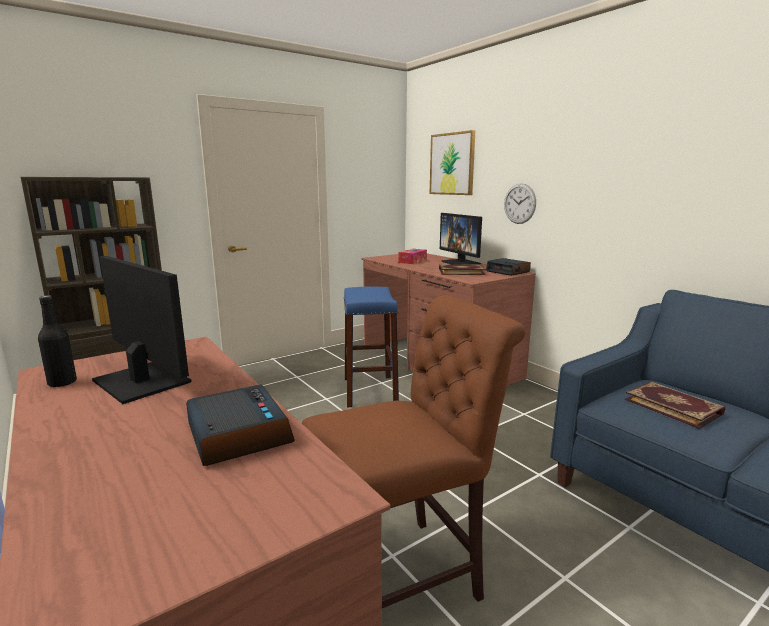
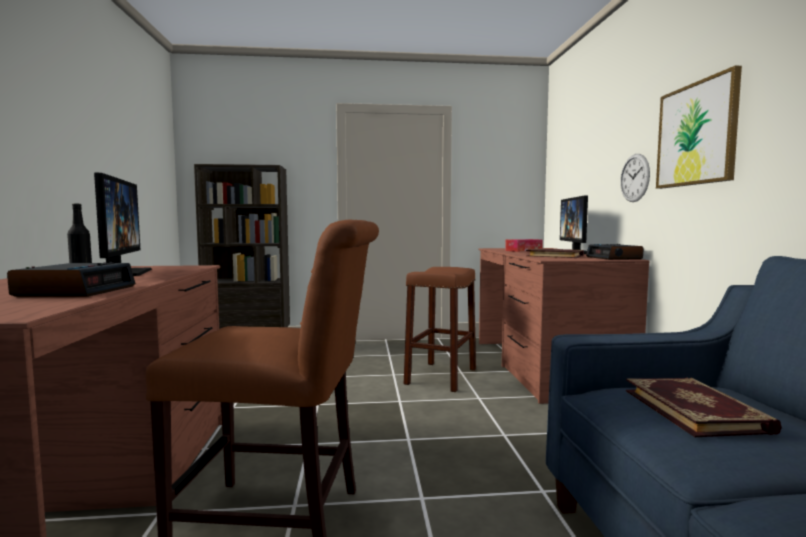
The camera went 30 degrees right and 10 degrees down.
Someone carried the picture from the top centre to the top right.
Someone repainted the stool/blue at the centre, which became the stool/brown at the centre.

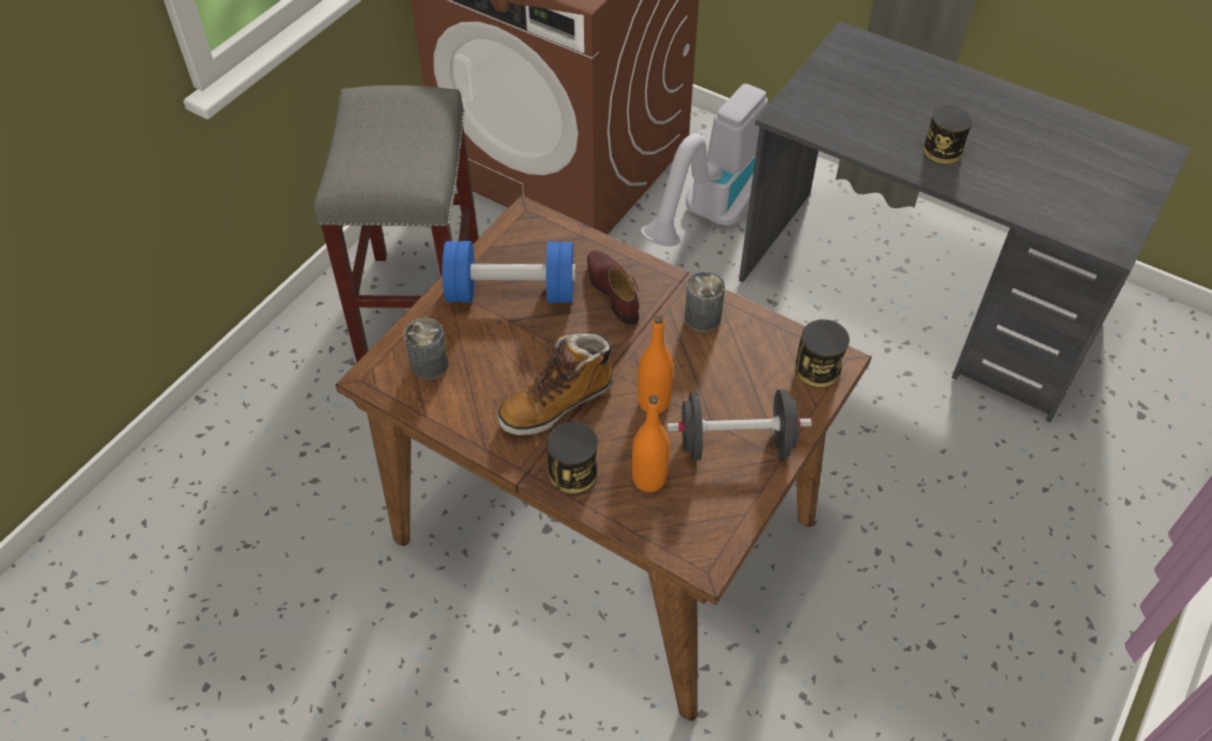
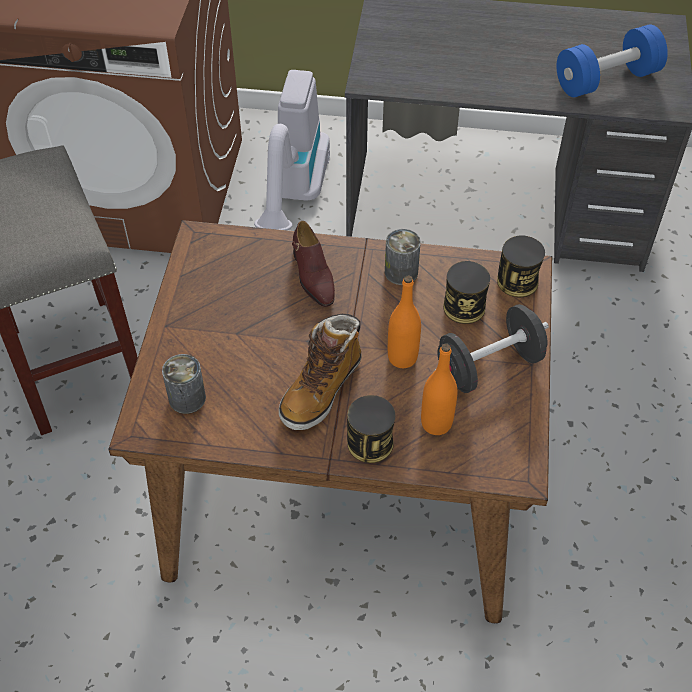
The camera went 25 degrees left and 0 degrees up.
Someone carried the dumbbell/blue from the centre to the top right.
Someone carried the can (no. 5 from left in the first image) from the top right to the middle right.
Someone rotated the shoe/brown at the centre by 150 degrees counterclockwise.

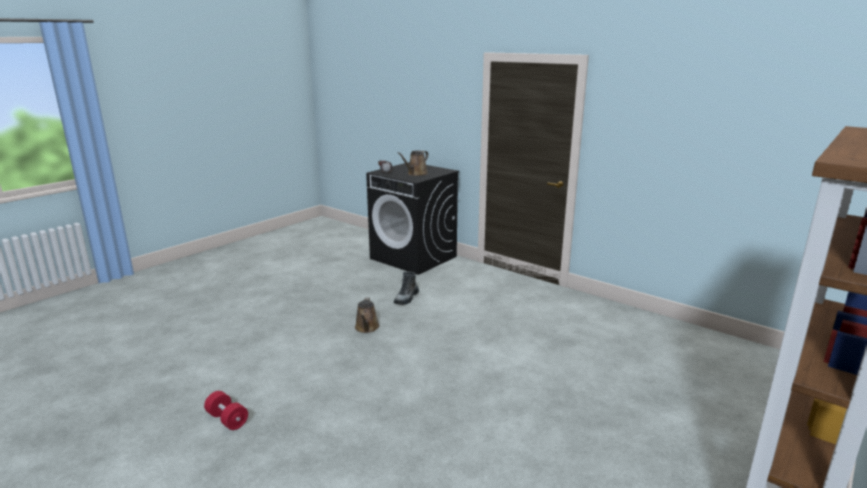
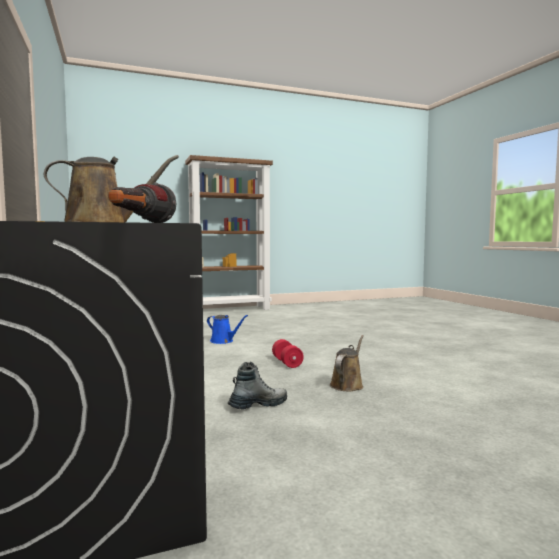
The camera went 150 degrees left and 15 degrees down.
Someone put down the watering can/blue at the centre.
Someone carried the dumbbell/red from the bottom left to the centre.

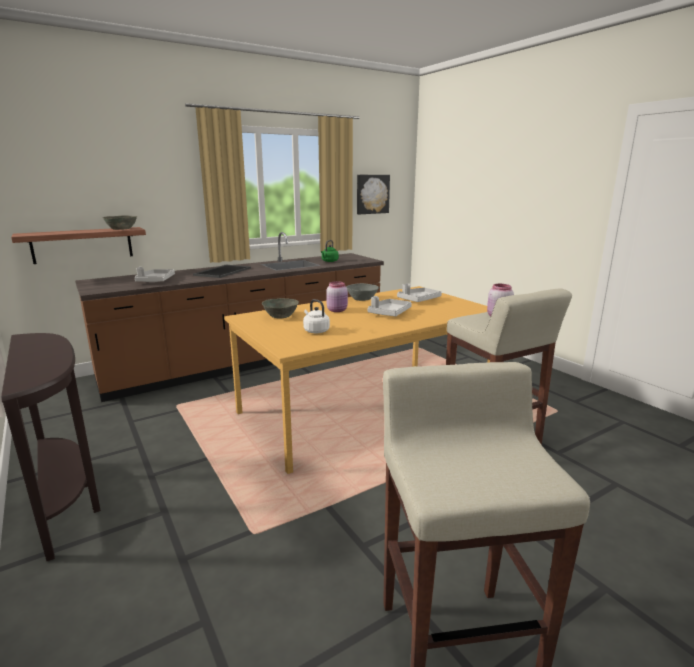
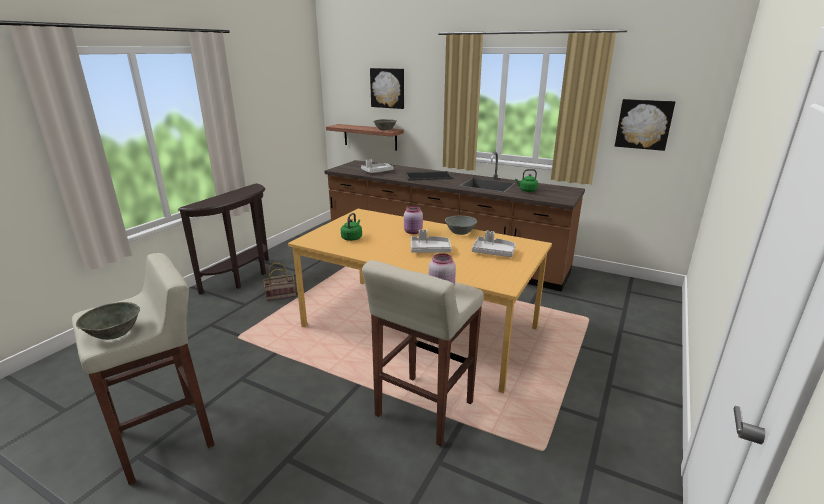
The camera went 60 degrees right and 5 degrees up.
Someone put down the basket at the centre.
Someone put up the picture (no. 1 from left) at the top centre.
Someone carried the bowl/grey (no. 2 from left in the first image) from the centre to the middle left.
Someone repainted the kettle/white at the centre, which became the kettle/green (no. 1 from left) at the centre.

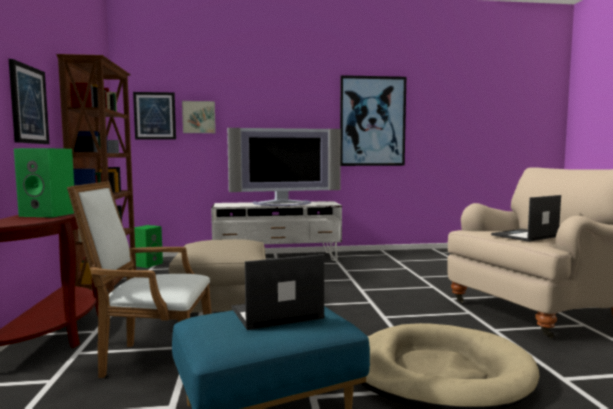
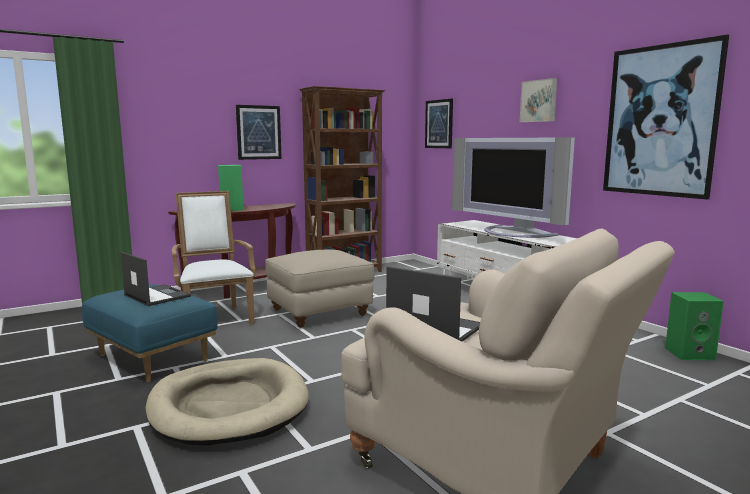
The camera went 65 degrees right and 5 degrees up.
Someone carried the speaker/green (no. 2 from left) from the middle left to the middle right.
Someone carried the picture (no. 3 from left) from the top left to the top right.

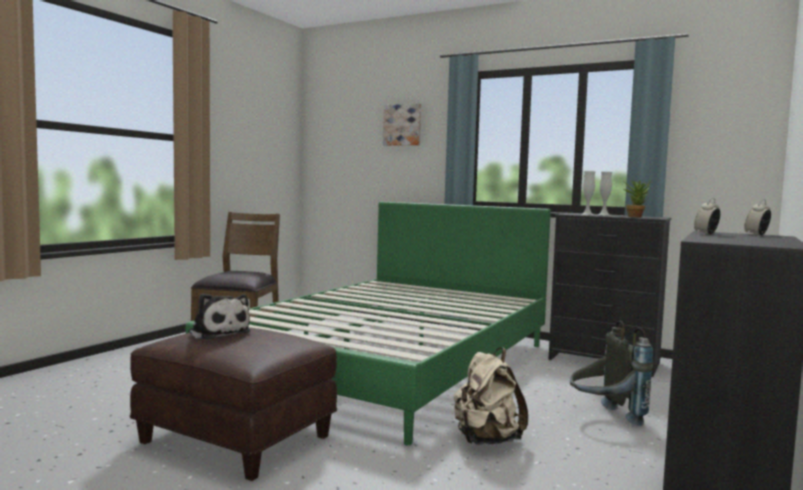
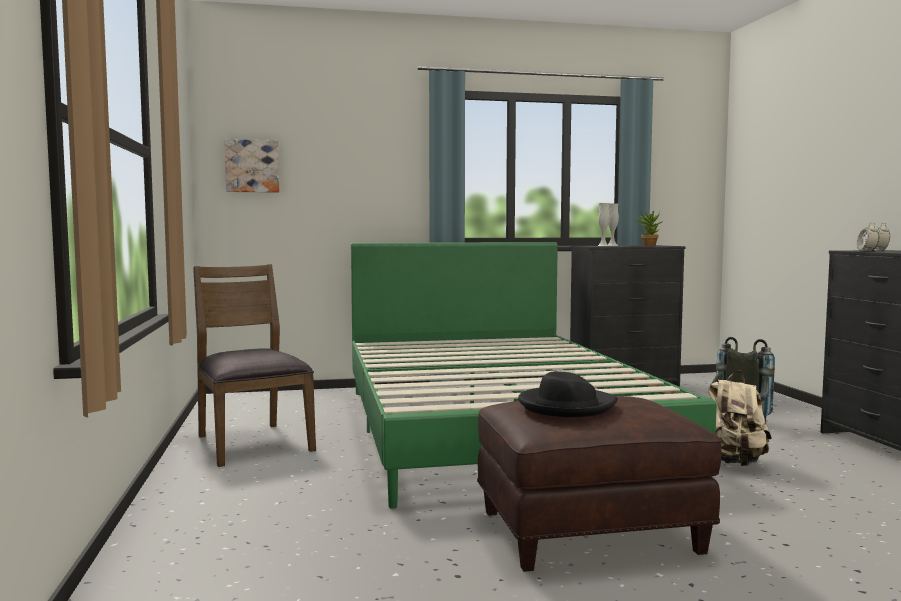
The camera went 40 degrees left and 0 degrees up.
Someone carried the picture from the top centre to the top left.
Someone swapped the plush toy at the middle left for the hat/black at the centre.

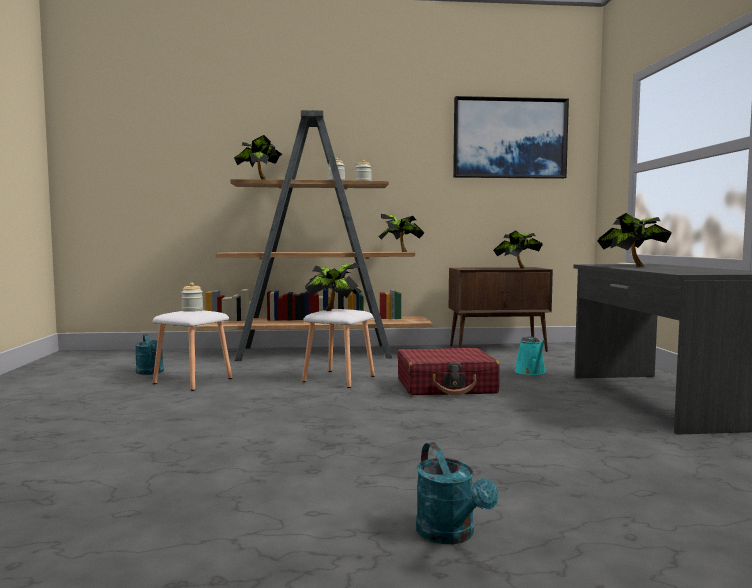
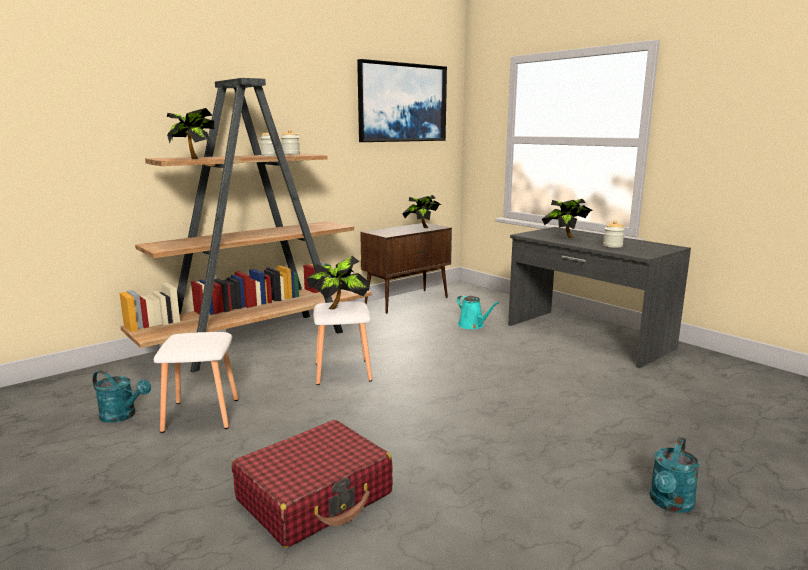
The camera went 35 degrees left and 10 degrees up.
Someone took away the potted plant (no. 3 from left) at the centre.
Someone carried the jar (no. 1 from left in the first image) from the middle left to the middle right.
Someone carried the suitcase/red from the centre to the bottom centre.
Someone rotated the watering can/turquoise (no. 2 from left in the first image) at the bottom centre by 90 degrees clockwise.

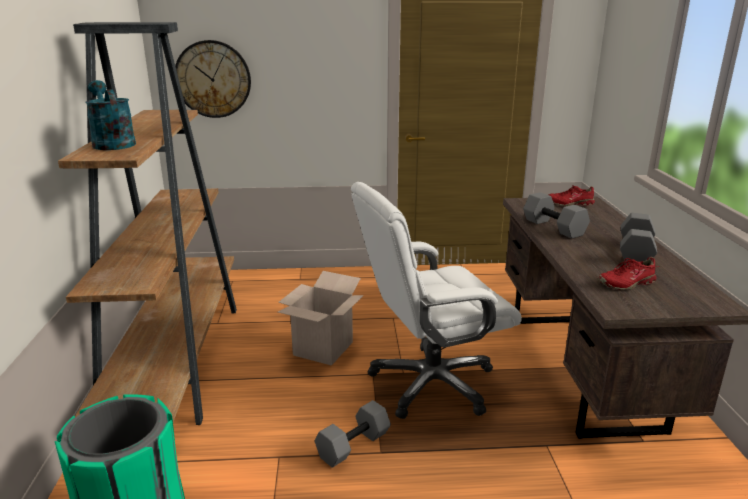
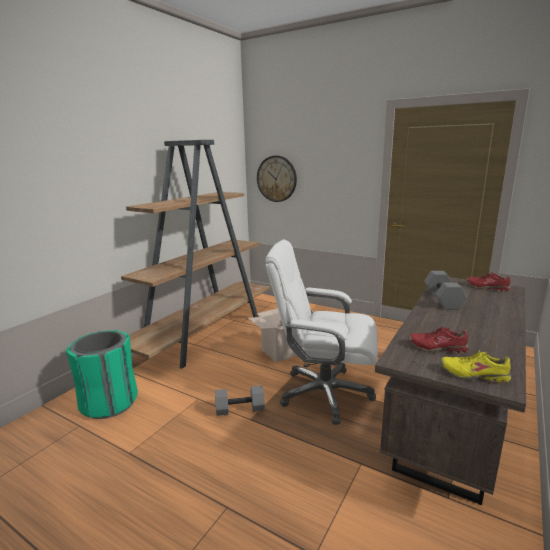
The camera went 35 degrees right and 5 degrees down.
Someone took away the watering can/turquoise at the top left.
Someone took away the dumbbell/grey (no. 3 from left) at the middle right.
Someone put down the shoe/yellow at the middle right.

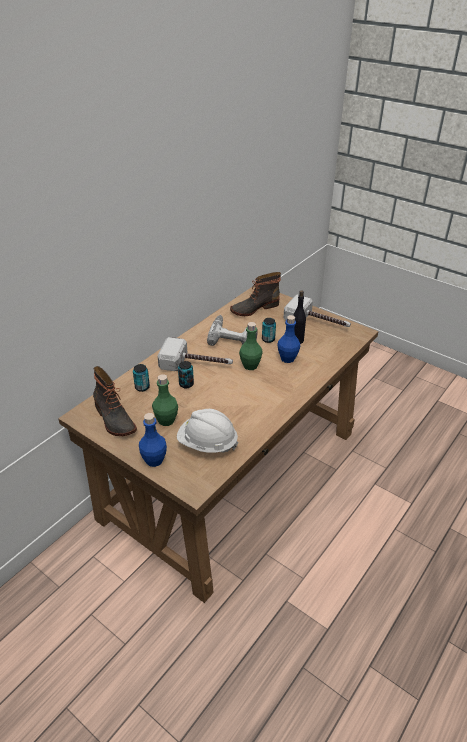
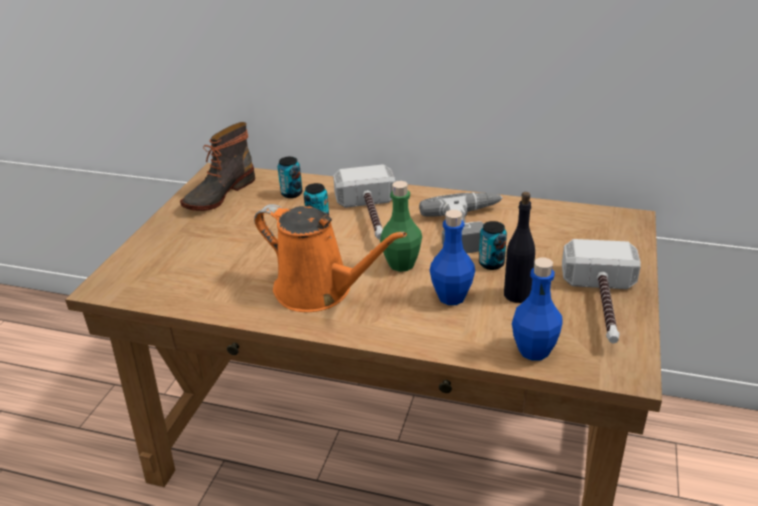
The camera went 70 degrees right and 5 degrees down.
Someone took away the bottle/green (no. 1 from left) at the centre.
Someone took away the hard hat/white at the centre.
Someone took away the boot (no. 2 from left) at the centre.
Someone put down the watering can/orange at the centre.
Someone carried the bottle/blue (no. 1 from left in the first image) from the middle left to the middle right.

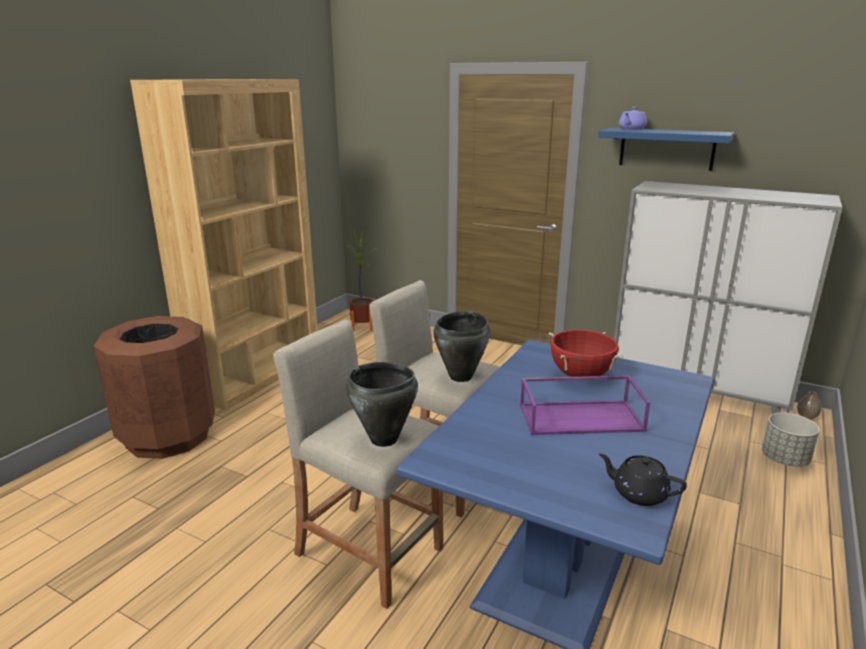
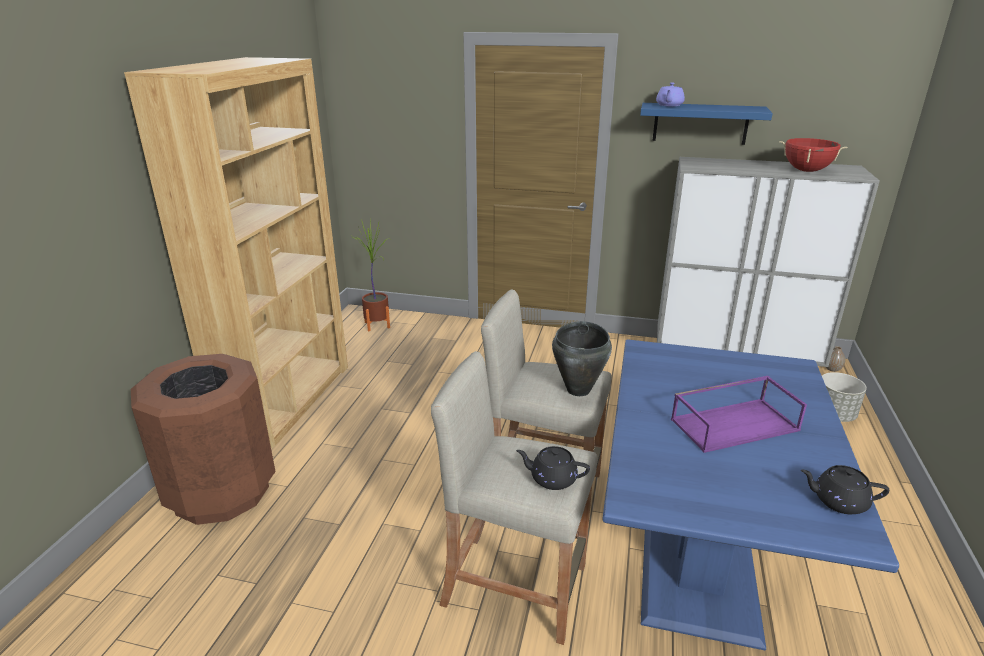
The camera went 15 degrees left and 5 degrees up.
Someone carried the cooking pot/red from the middle right to the top right.
Someone swapped the cooking pot/black (no. 1 from left) at the centre for the teapot/black (no. 1 from left) at the bottom centre.

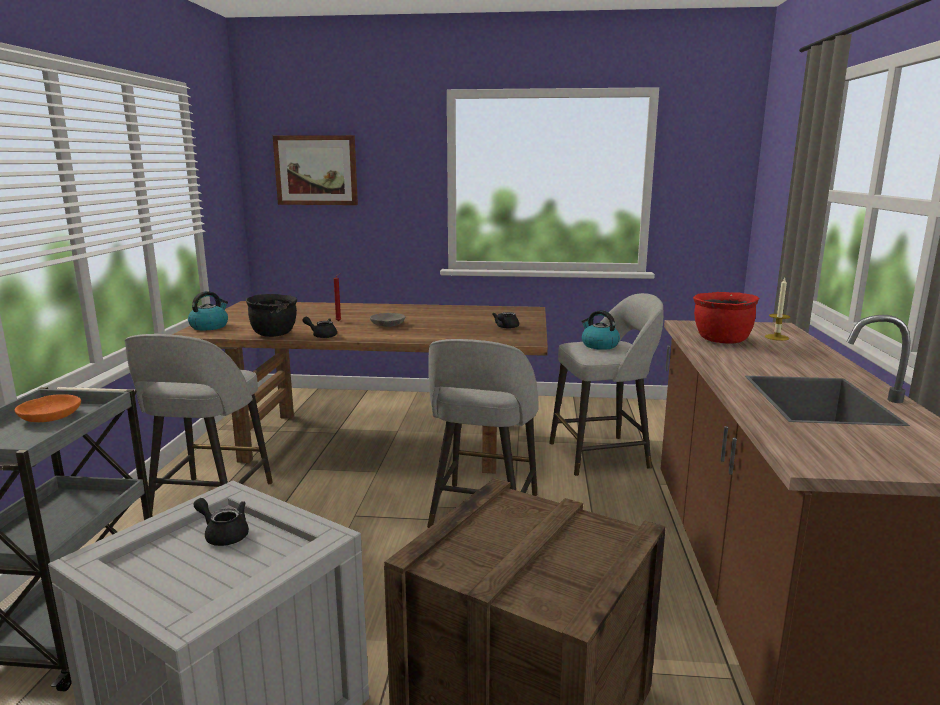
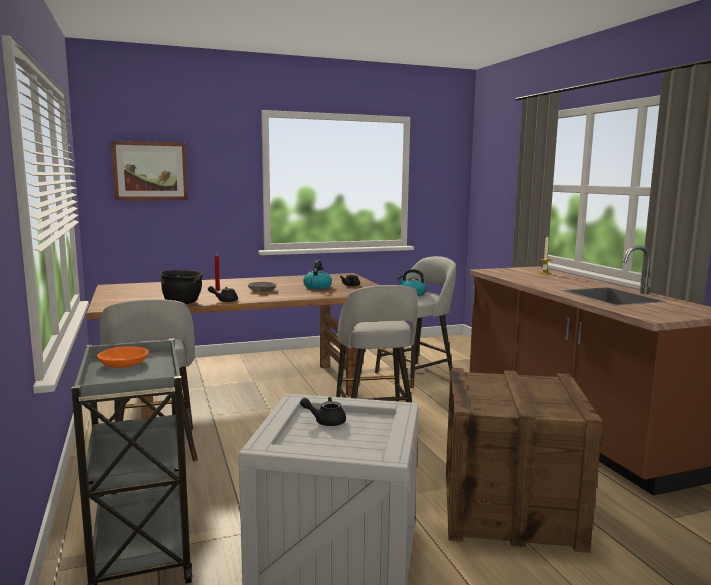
The camera went 25 degrees left and 5 degrees down.
Someone took away the cooking pot/red at the middle right.
Someone carried the kettle (no. 1 from left) from the middle left to the centre.

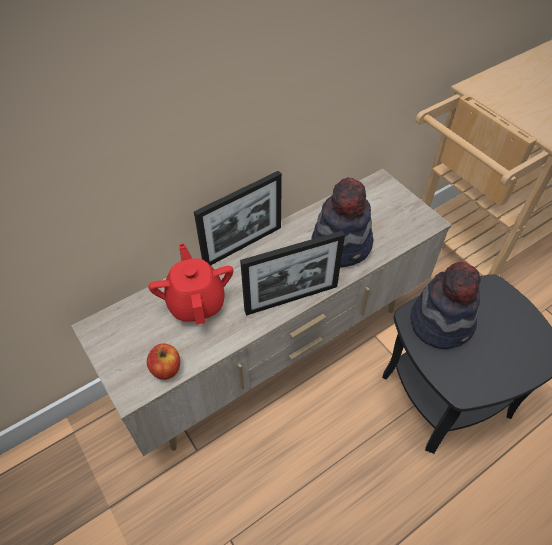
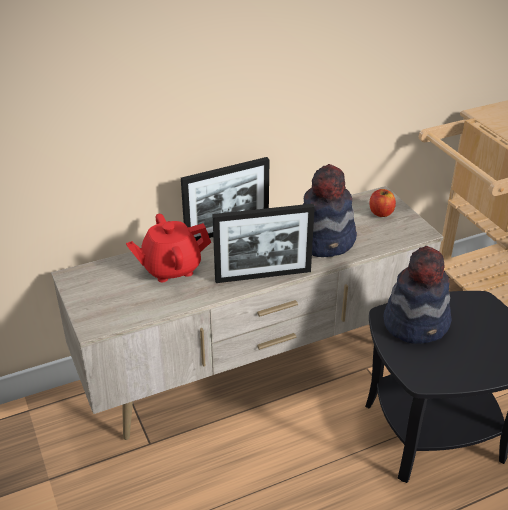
The camera went 10 degrees right and 15 degrees down.
Someone carried the apple from the middle left to the middle right.
Someone rotated the teapot/red at the centre by 105 degrees counterclockwise.

